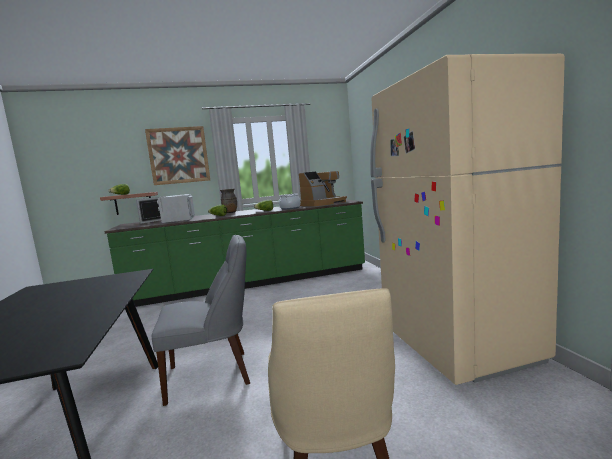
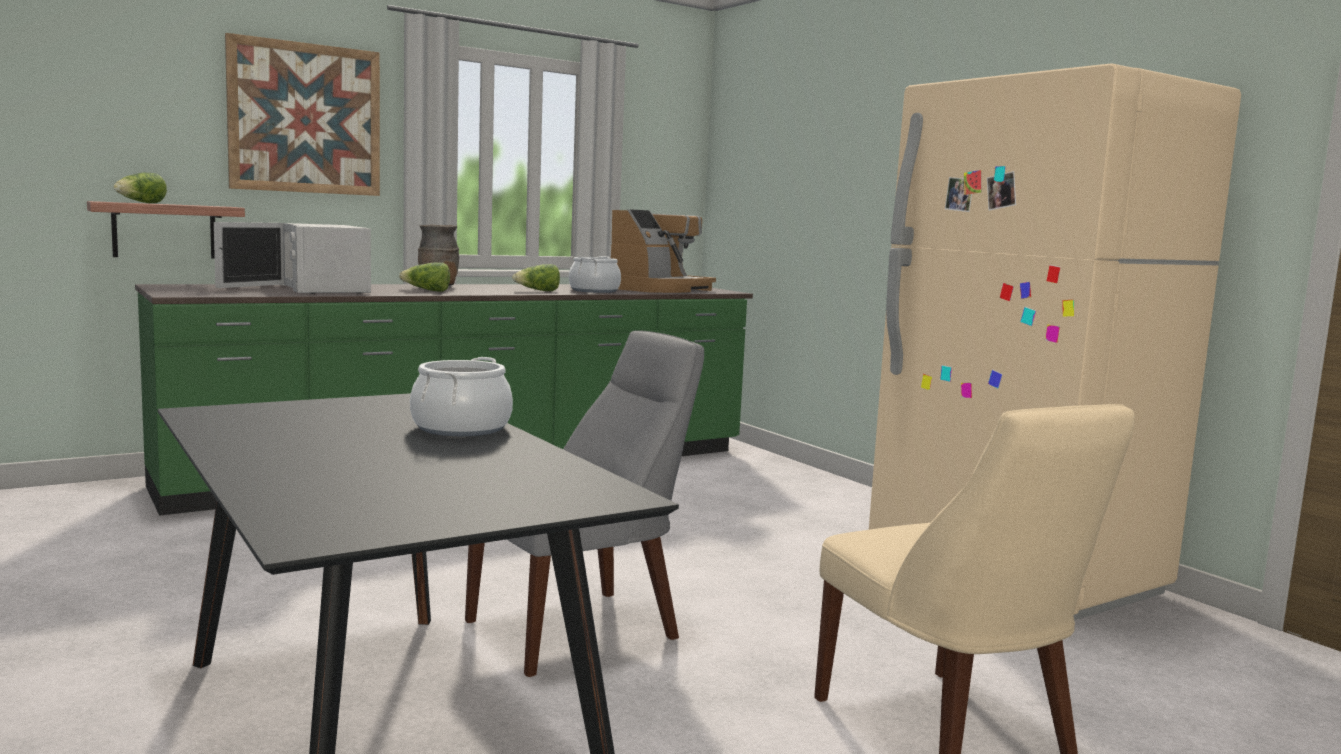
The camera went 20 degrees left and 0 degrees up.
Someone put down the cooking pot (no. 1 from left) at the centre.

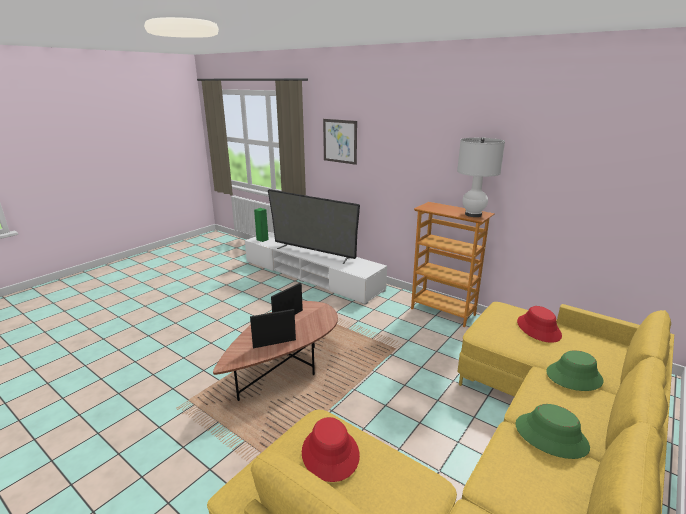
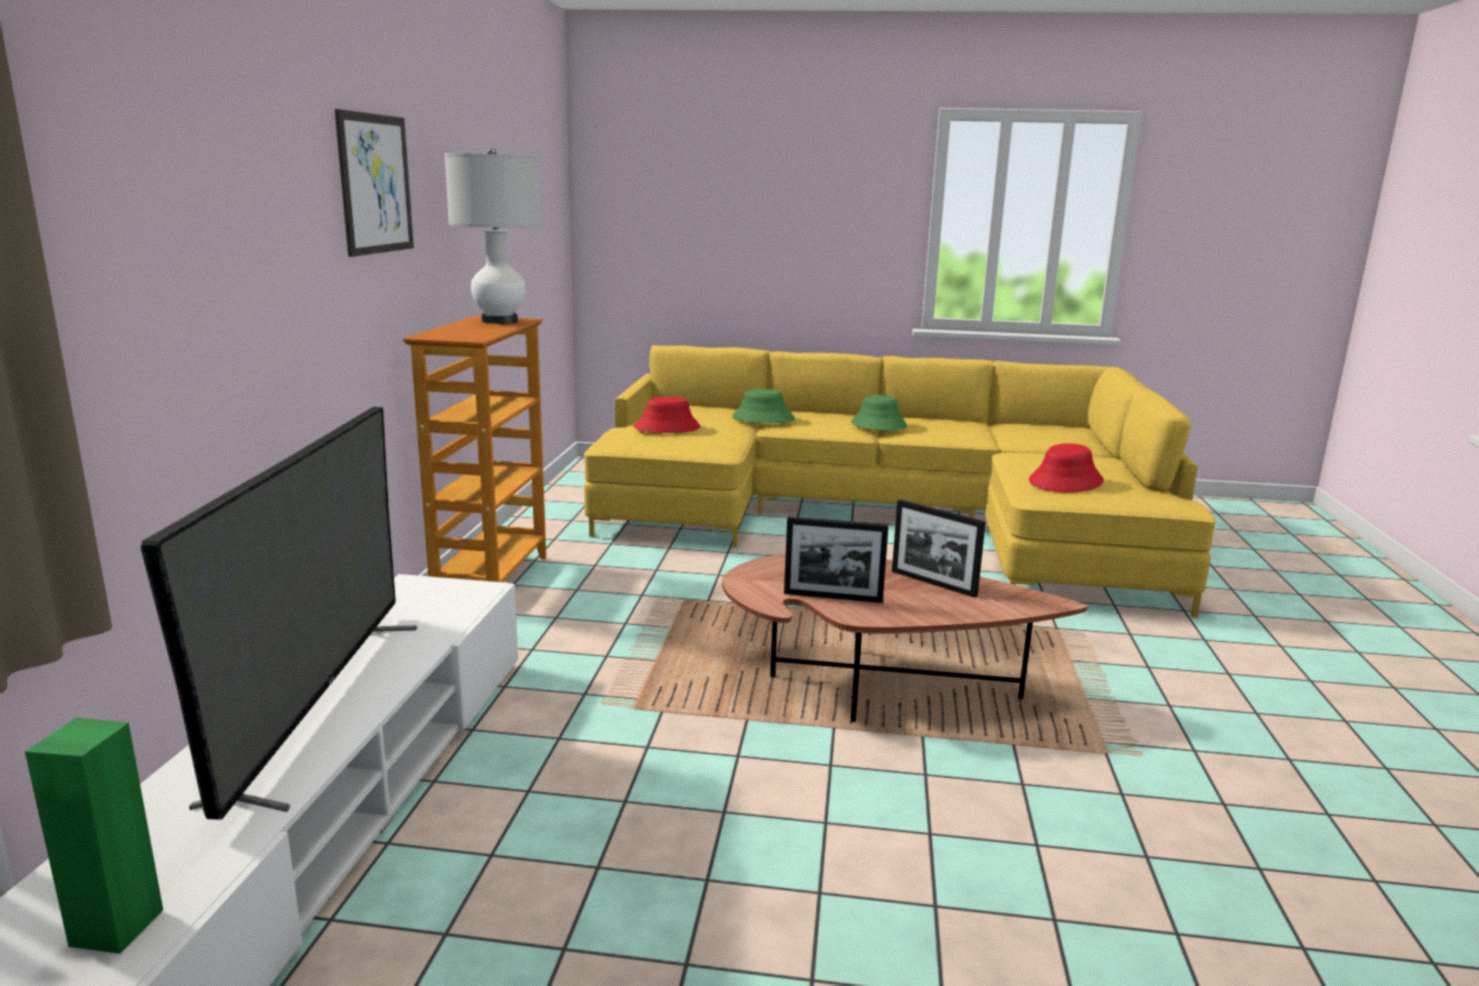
The camera went 120 degrees left and 5 degrees down.
Someone carried the picture from the top centre to the top left.

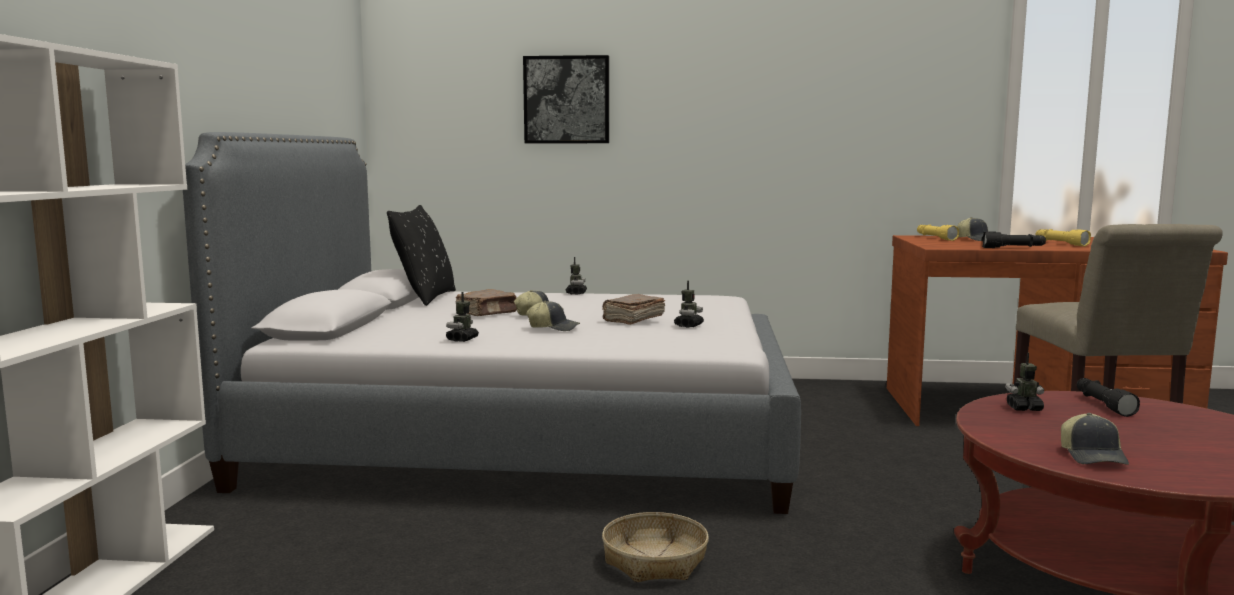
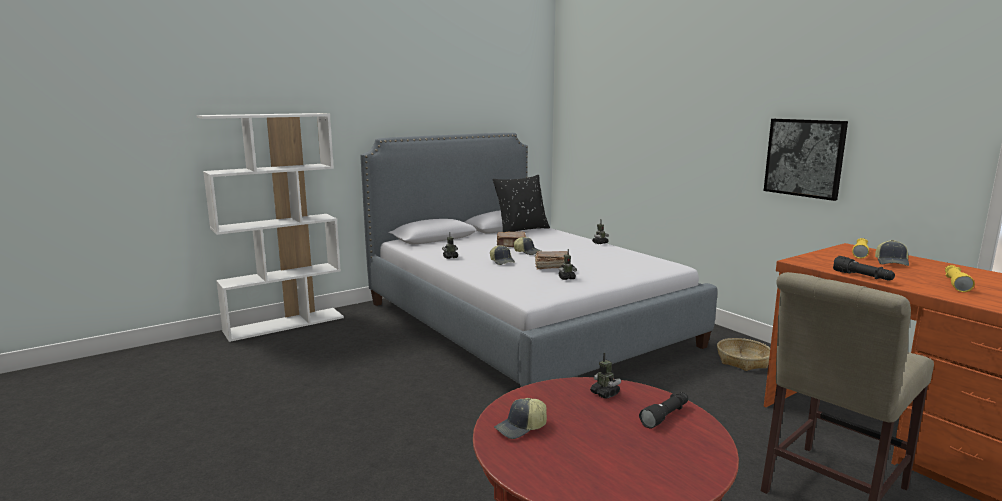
The camera went 50 degrees right and 5 degrees up.
Someone carried the picture from the top centre to the top right.
Someone carried the basket from the bottom centre to the bottom right.

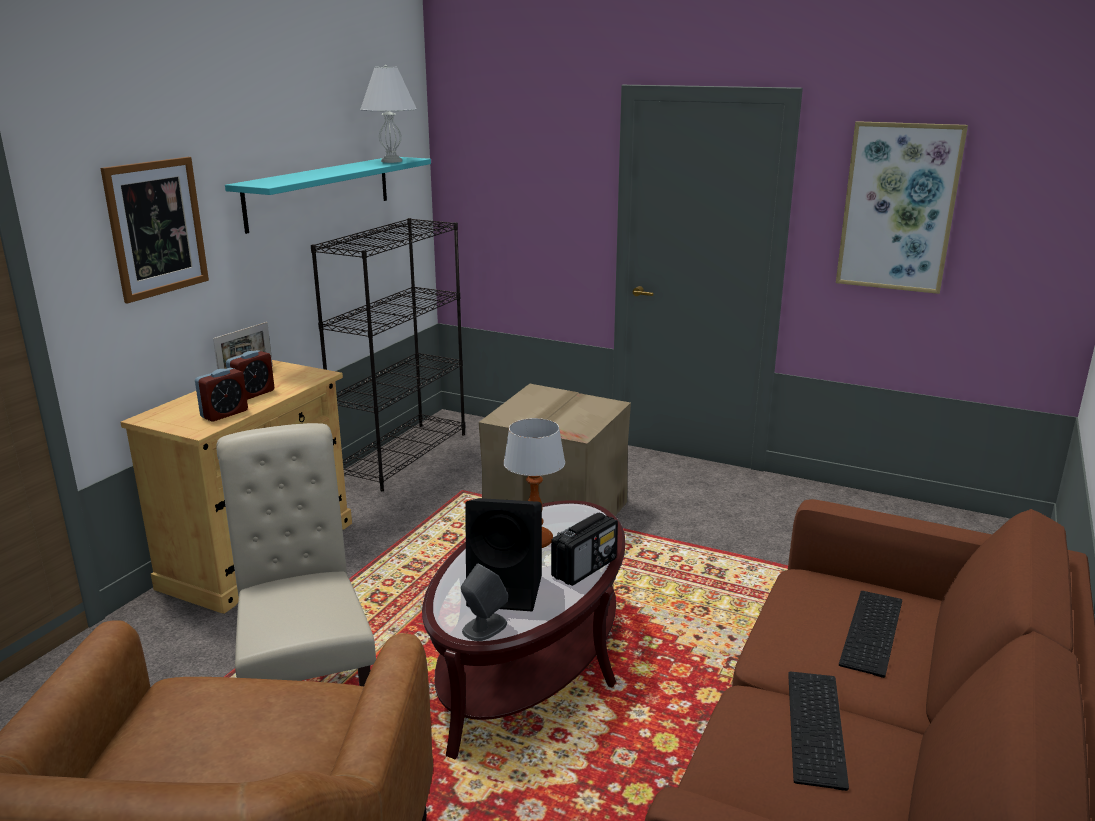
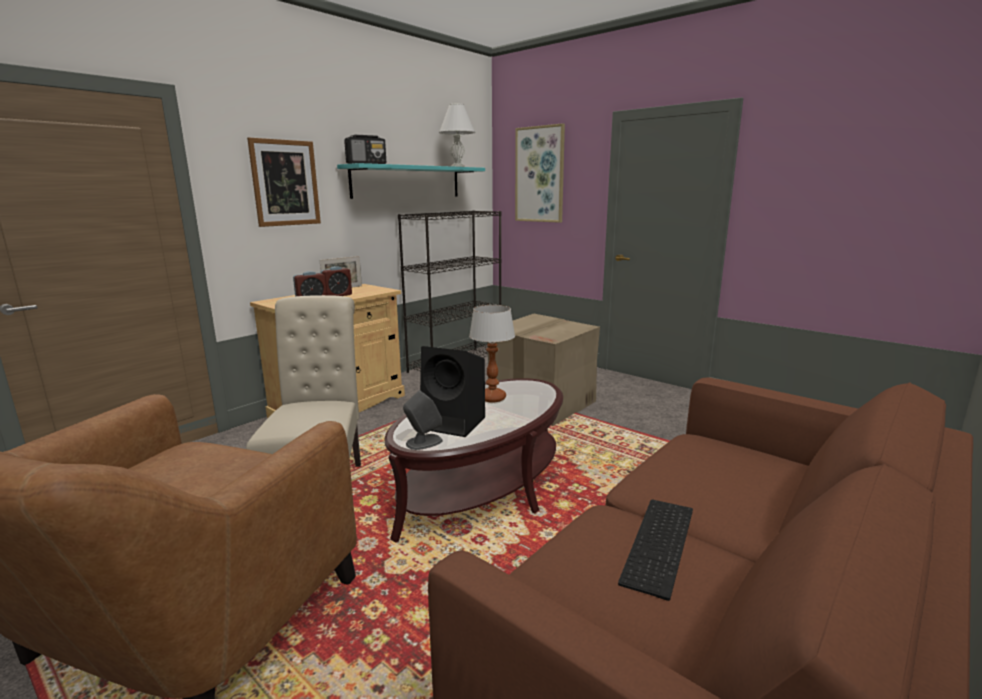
The camera went 15 degrees right and 5 degrees down.
Someone took away the keyboard (no. 2 from left) at the bottom right.
Someone carried the radio from the bottom centre to the top centre.
Someone carried the picture (no. 2 from left) from the top right to the top centre.

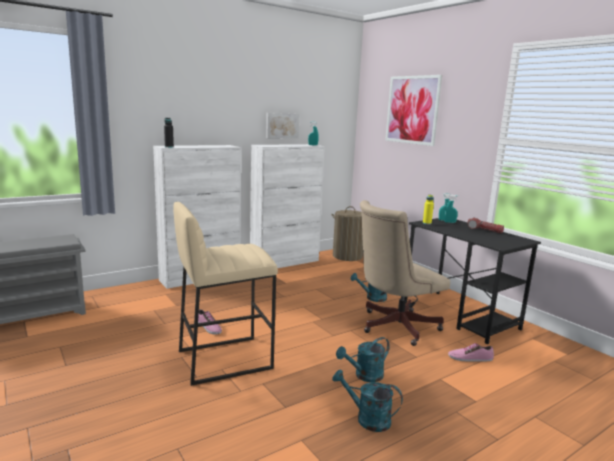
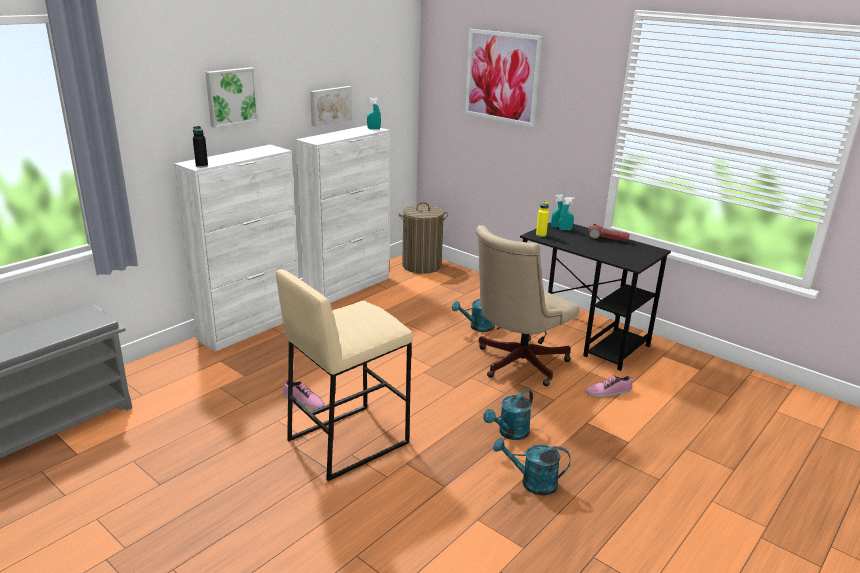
The camera went 15 degrees left and 10 degrees up.
Someone put up the picture (no. 1 from left) at the top left.

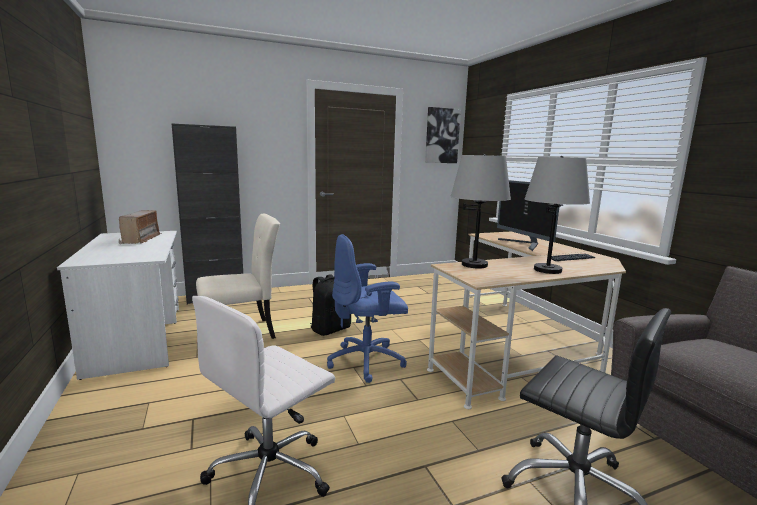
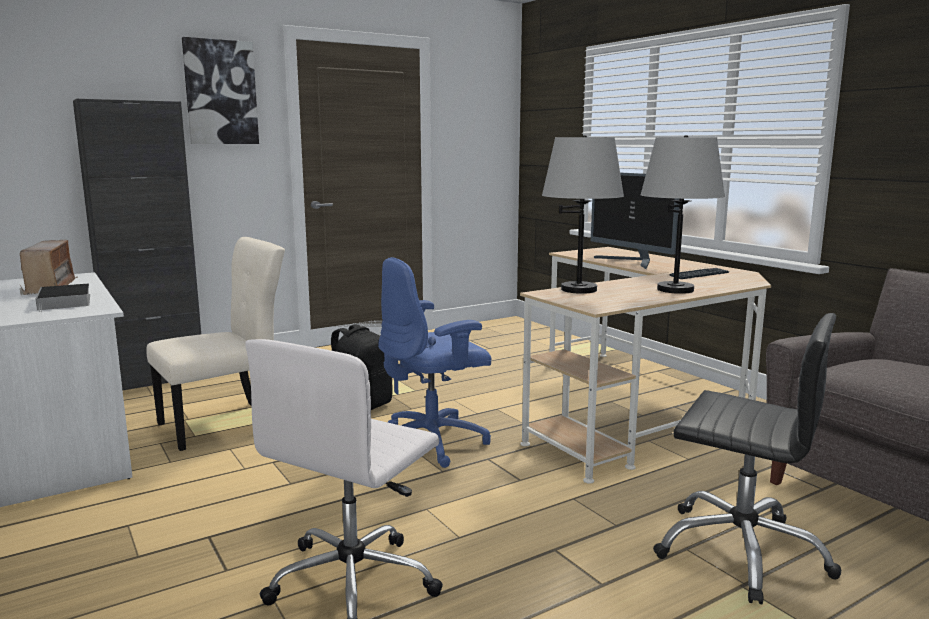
The camera went 10 degrees left and 0 degrees up.
Someone put down the book at the middle left.
Someone carried the picture from the top centre to the top left.

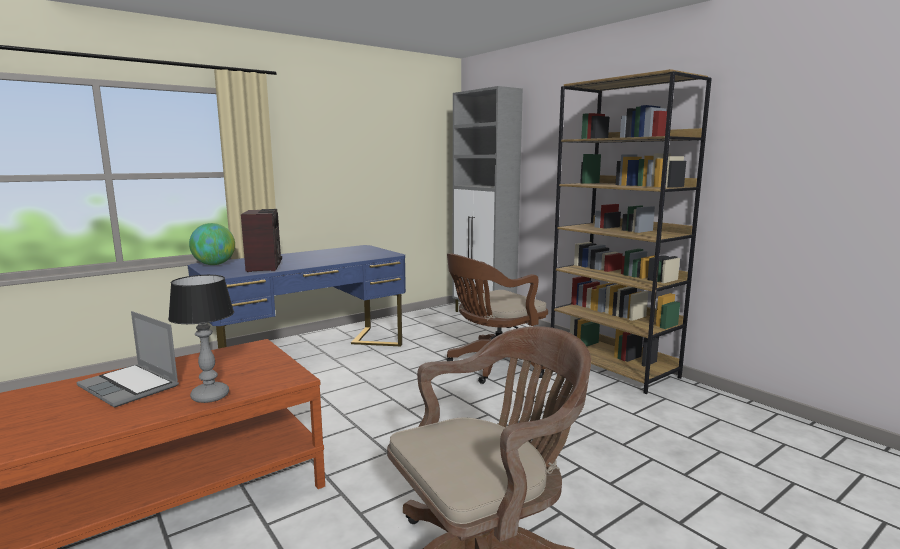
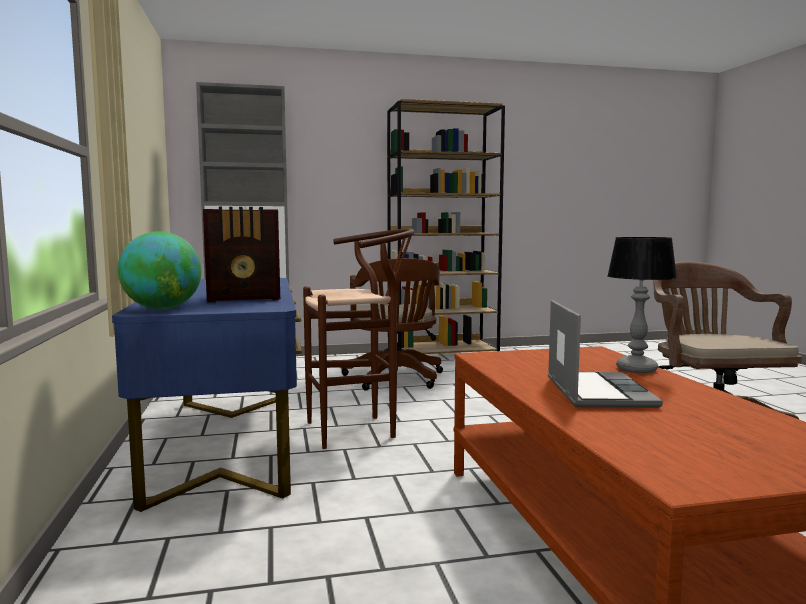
The camera went 65 degrees left and 5 degrees down.
Someone put down the stool/brown at the centre.
Someone rotated the laptop at the middle left by 60 degrees counterclockwise.
Someone rotated the radio at the middle left by 150 degrees clockwise.

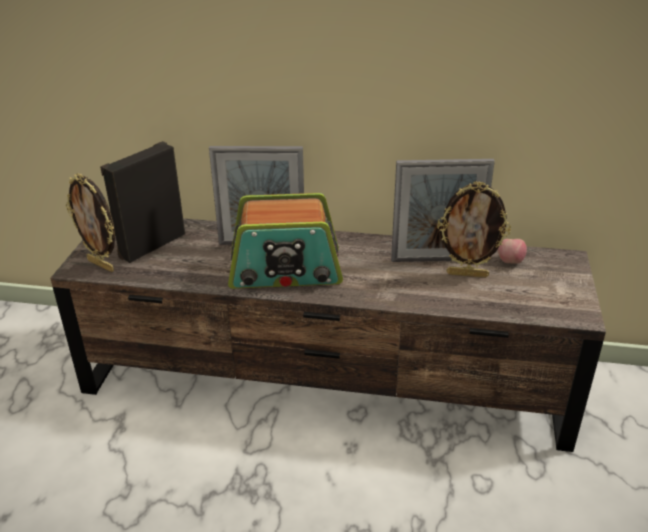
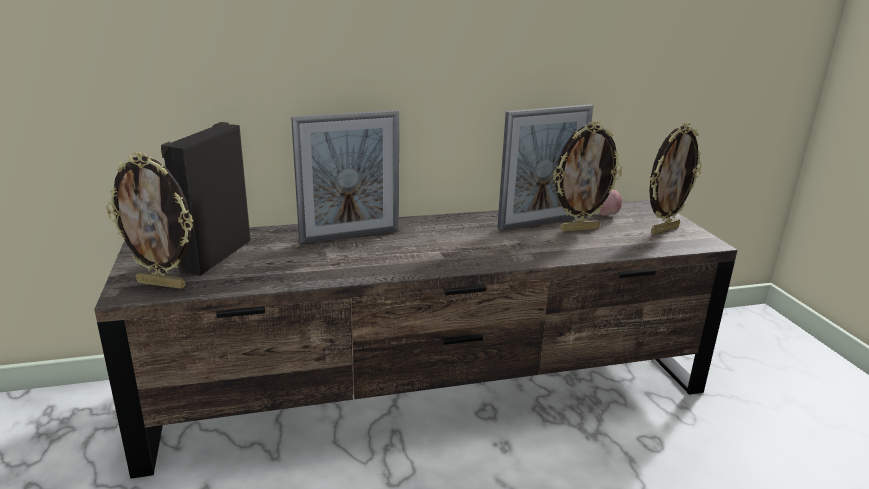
The camera went 25 degrees left and 10 degrees down.
Someone took away the radio at the centre.
Someone put down the picture frame (no. 5 from left) at the middle right.

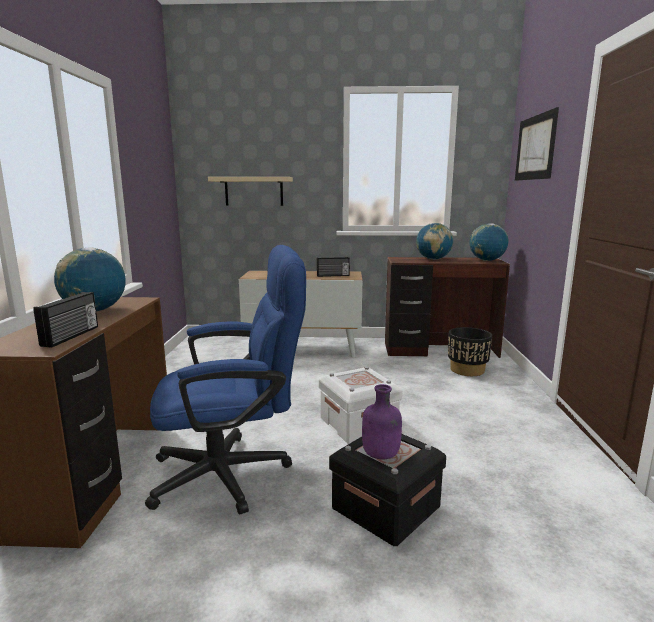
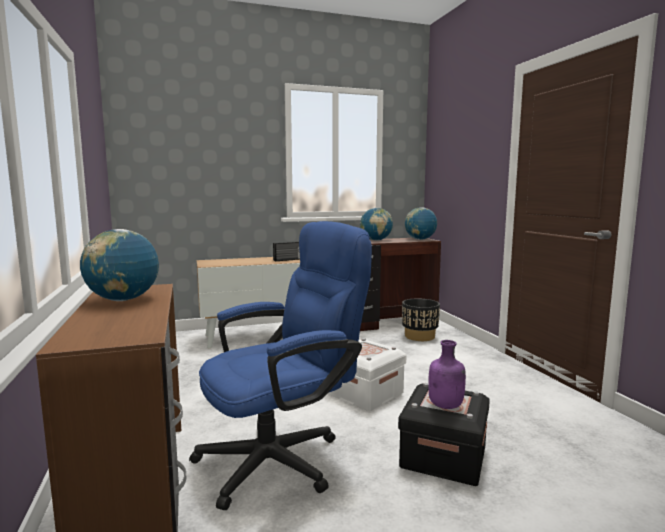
The camera went 20 degrees left and 5 degrees down.
Someone took away the radio (no. 1 from left) at the middle left.
Someone took away the shelf/beige at the top centre.
Someone took away the picture at the top right.

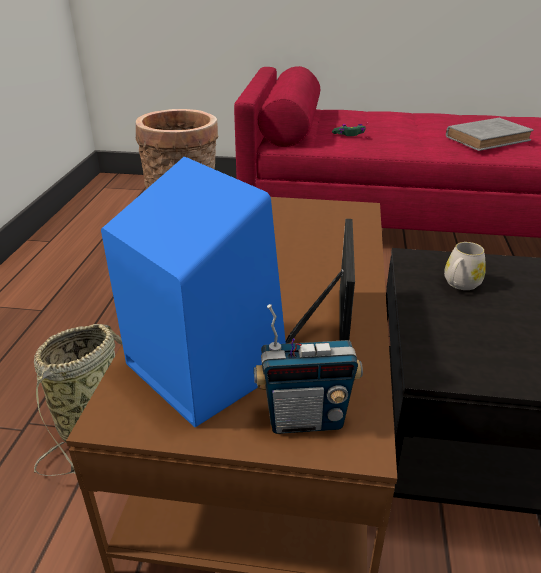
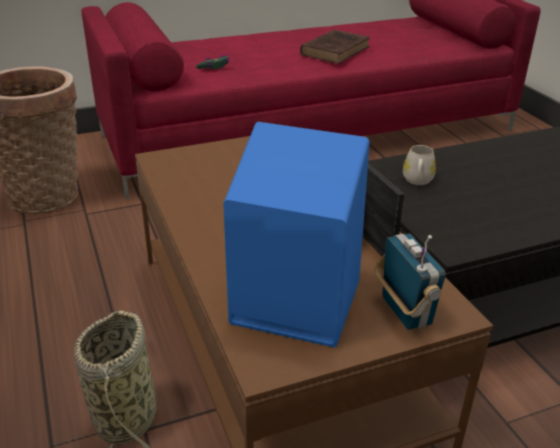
The camera went 30 degrees left and 0 degrees up.
Someone repainted the book/grey at the top right, which became the book/brown at the top centre.
Someone rotated the radio at the centre by 75 degrees counterclockwise.

